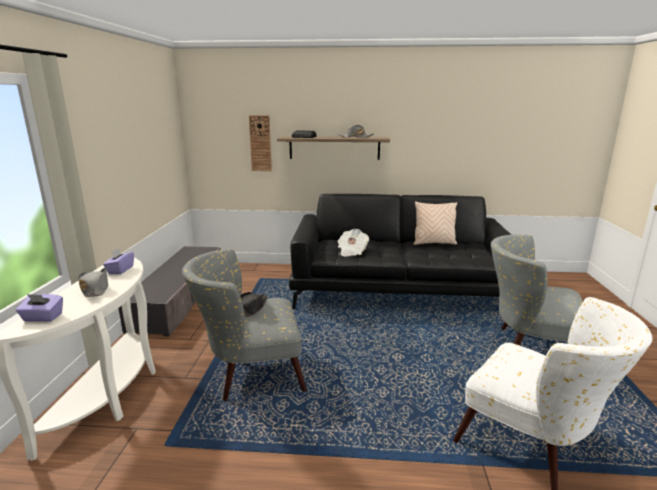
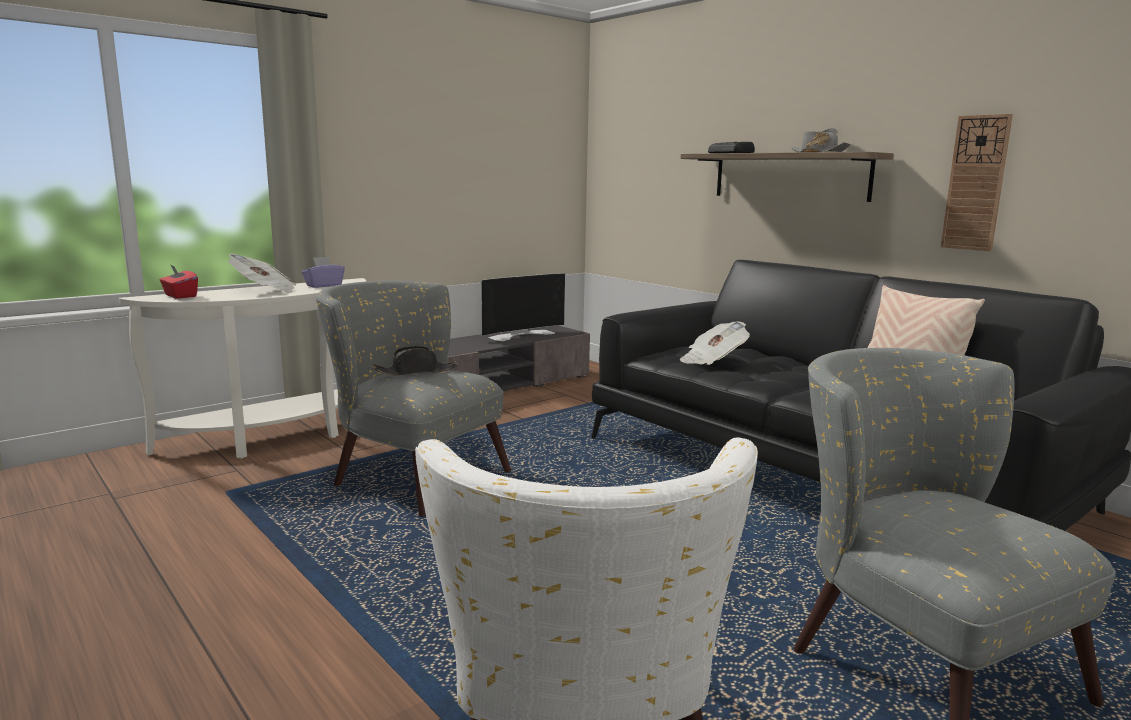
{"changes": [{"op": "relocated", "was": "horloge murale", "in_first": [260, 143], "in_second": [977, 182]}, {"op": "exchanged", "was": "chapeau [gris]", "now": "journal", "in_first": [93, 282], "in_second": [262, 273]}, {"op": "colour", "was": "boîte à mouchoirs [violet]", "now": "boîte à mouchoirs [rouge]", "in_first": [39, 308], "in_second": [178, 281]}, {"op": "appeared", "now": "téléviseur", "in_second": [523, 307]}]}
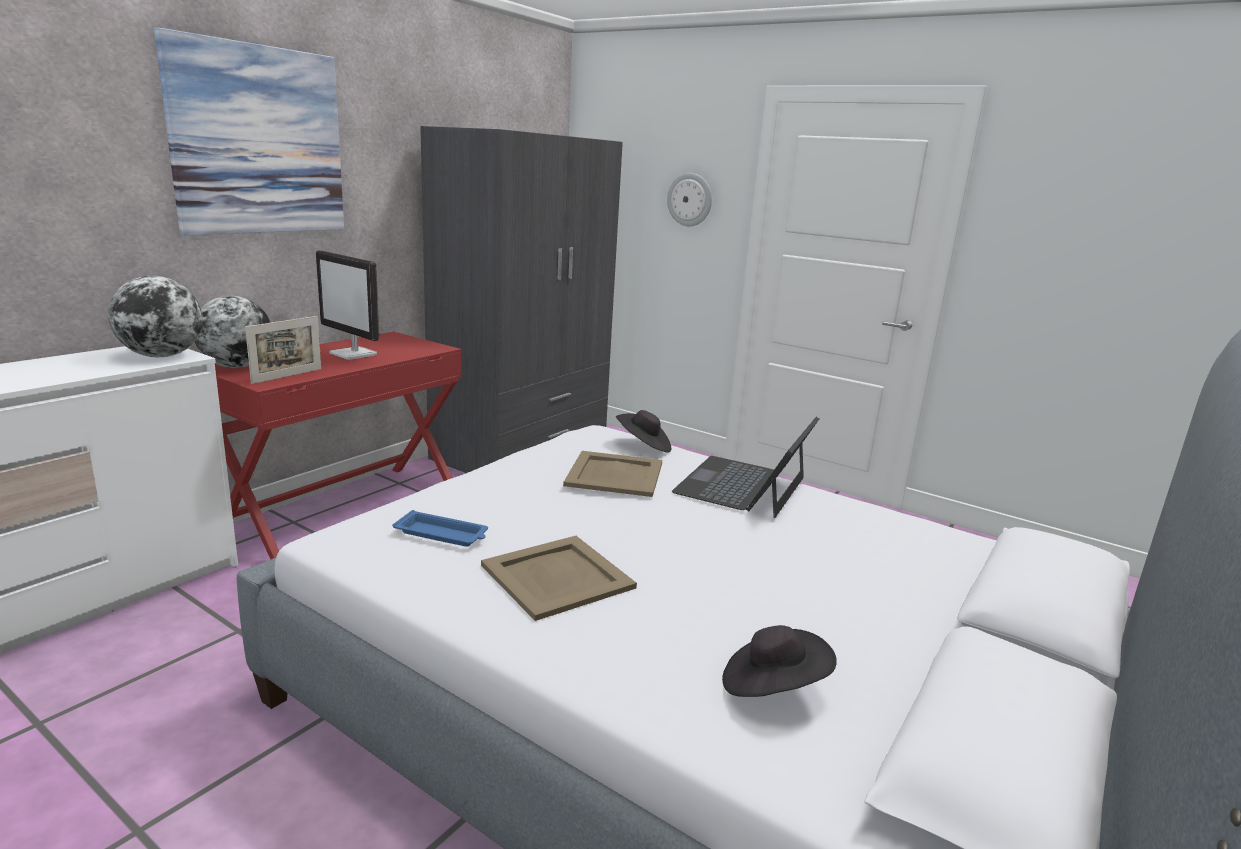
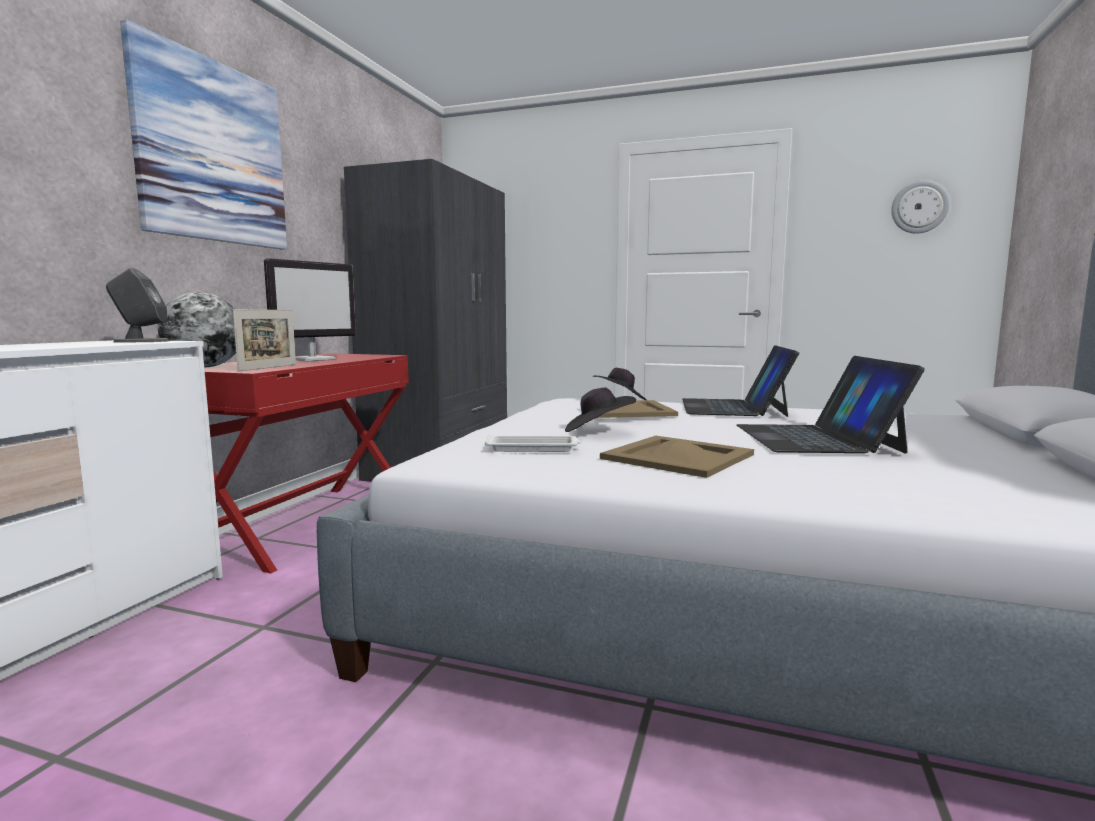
{"changes": [{"op": "relocated", "was": "horloge murale", "in_first": [689, 199], "in_second": [920, 207]}, {"op": "spun", "was": "écran d'ordinateur", "in_first": [347, 305], "in_second": [310, 310], "clockwise": -75}, {"op": "exchanged", "was": "globe", "now": "enceinte [gris]", "in_first": [155, 316], "in_second": [138, 305]}, {"op": "colour", "was": "plateau [bleu]", "now": "plateau [blanc]", "in_first": [440, 528], "in_second": [533, 443]}, {"op": "relocated", "was": "chapeau [noir]", "in_first": [779, 661], "in_second": [600, 409]}, {"op": "appeared", "now": "ordinateur portable", "in_second": [830, 404]}]}
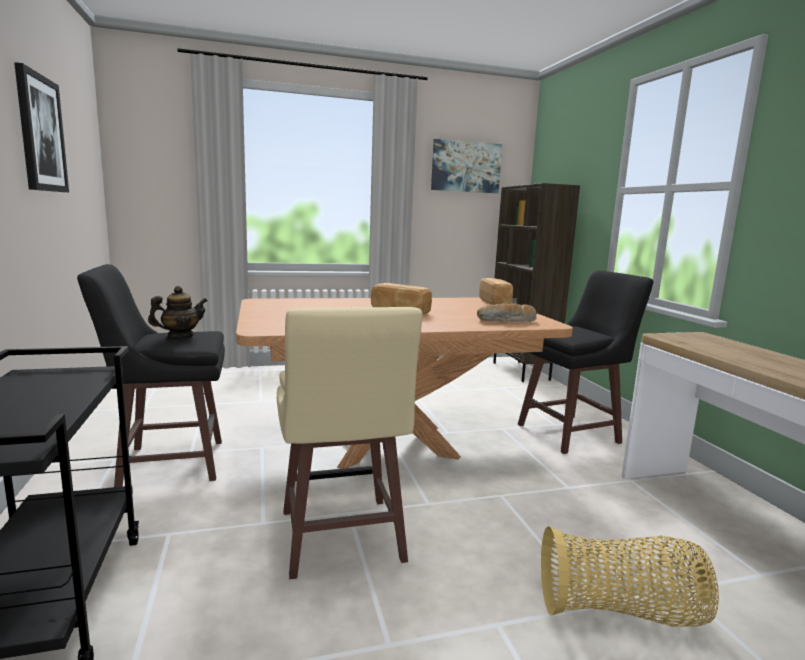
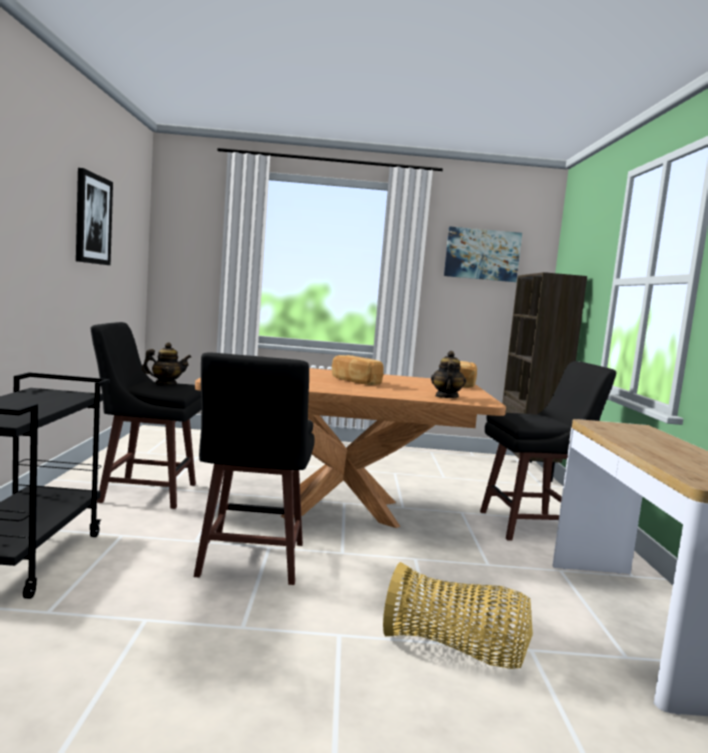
{"changes": [{"op": "exchanged", "was": "pain", "now": "théière", "in_first": [507, 312], "in_second": [448, 374]}, {"op": "colour", "was": "tabouret [beige]", "now": "tabouret [noir]", "in_first": [350, 443], "in_second": [254, 469]}]}
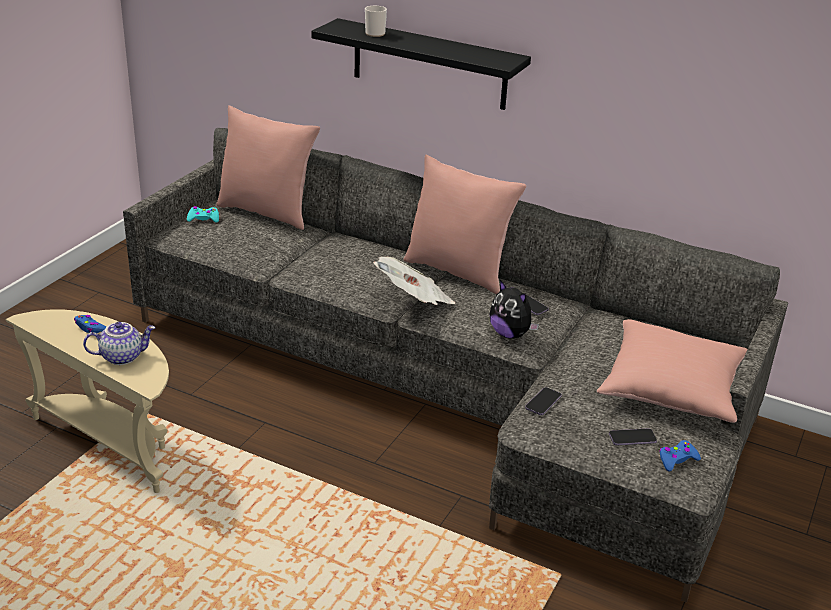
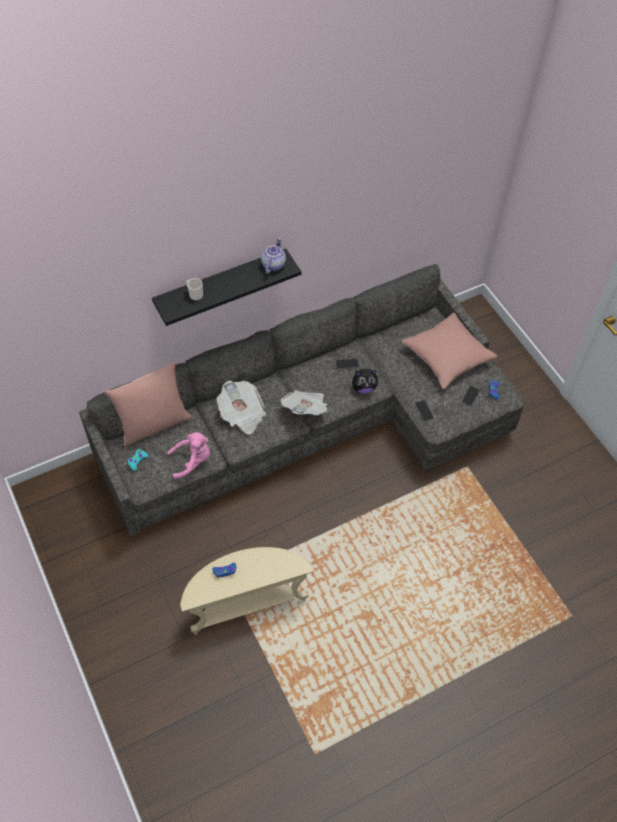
{"changes": [{"op": "missing", "was": "coussin [rose]", "in_first": [465, 224]}, {"op": "relocated", "was": "théière", "in_first": [119, 343], "in_second": [273, 256]}, {"op": "appeared", "now": "journal", "in_second": [241, 407]}, {"op": "appeared", "now": "peluche [rose]", "in_second": [188, 455]}]}
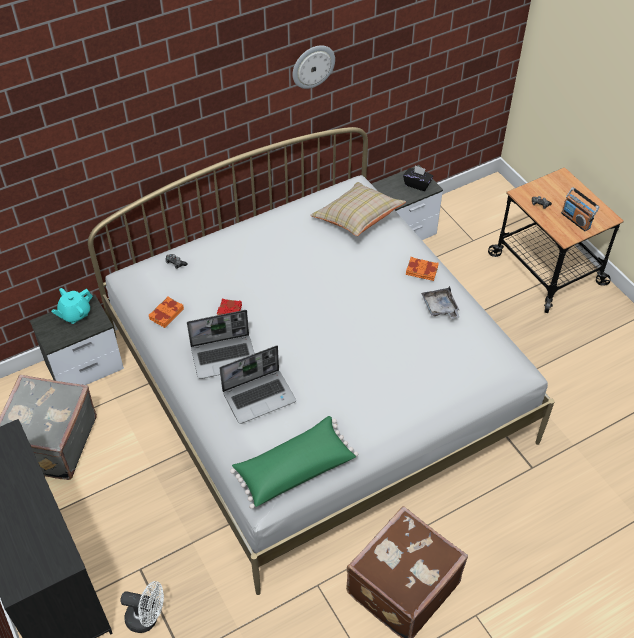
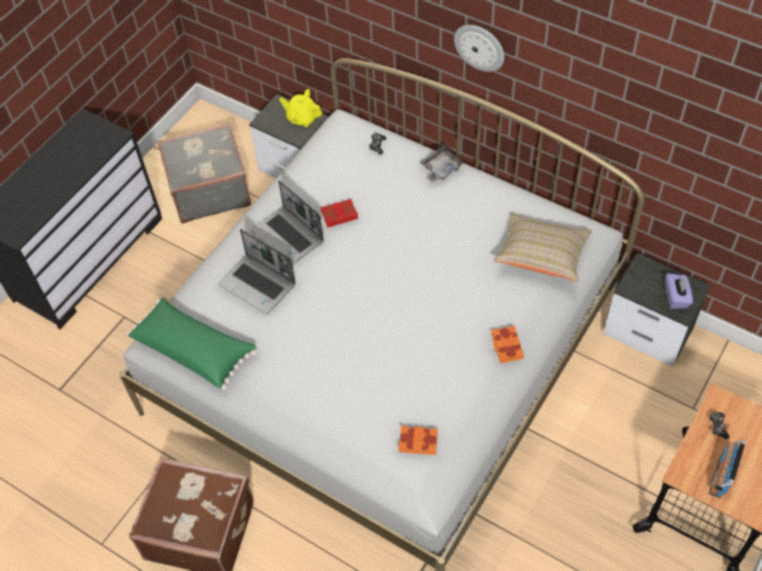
{"changes": [{"op": "relocated", "was": "horloge murale", "in_first": [313, 67], "in_second": [479, 48]}, {"op": "colour", "was": "boîte à mouchoirs [noir]", "now": "boîte à mouchoirs [violet]", "in_first": [418, 178], "in_second": [679, 291]}, {"op": "relocated", "was": "plateau [gris]", "in_first": [440, 302], "in_second": [442, 164]}, {"op": "colour", "was": "théière [turquoise]", "now": "théière [jaune]", "in_first": [72, 306], "in_second": [300, 108]}, {"op": "relocated", "was": "livre [orange]", "in_first": [166, 312], "in_second": [418, 440]}, {"op": "missing", "was": "ventilateur [blanc]", "in_first": [142, 607]}]}
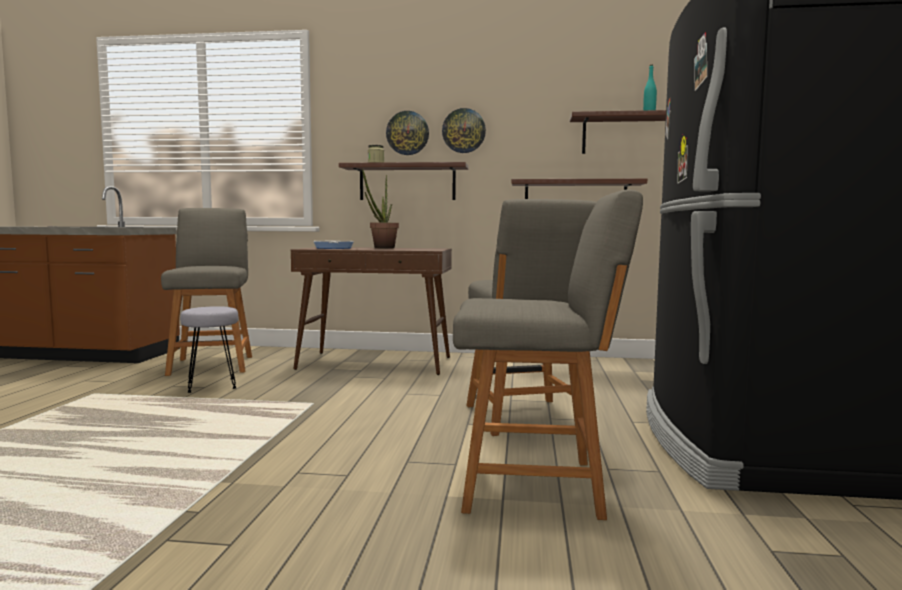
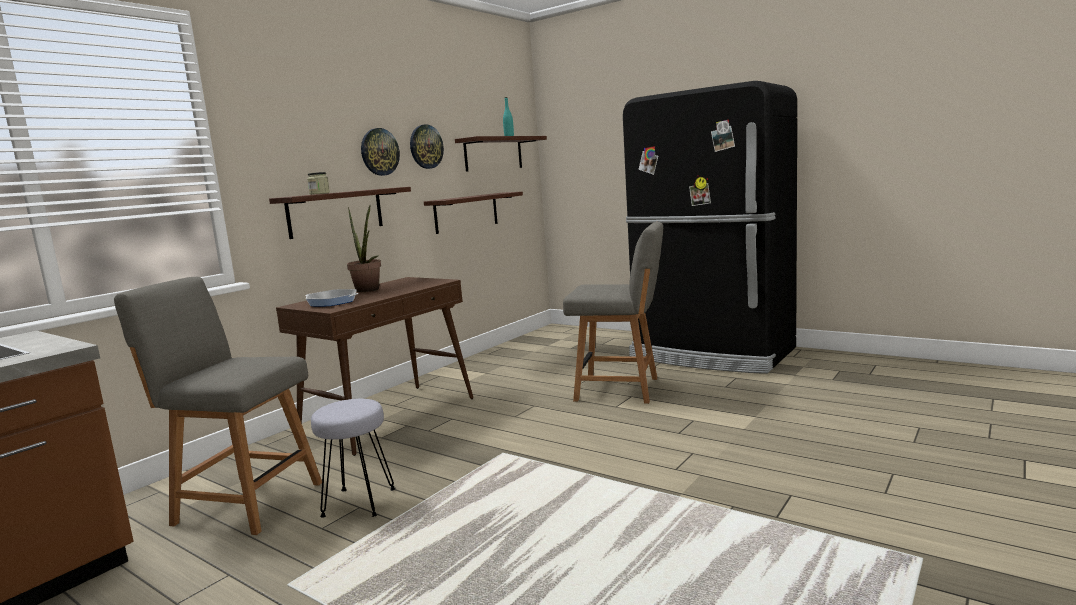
{"changes": [{"op": "relocated", "was": "horloge murale", "in_first": [407, 133], "in_second": [427, 146]}, {"op": "missing", "was": "chaise [gris]", "in_first": [548, 354]}]}
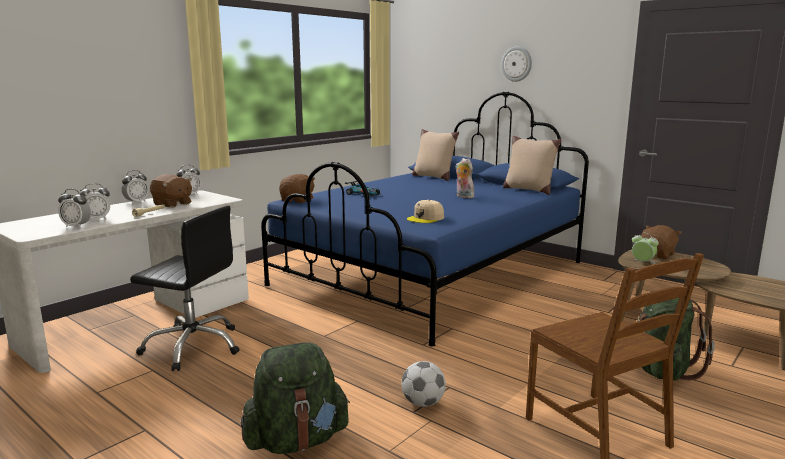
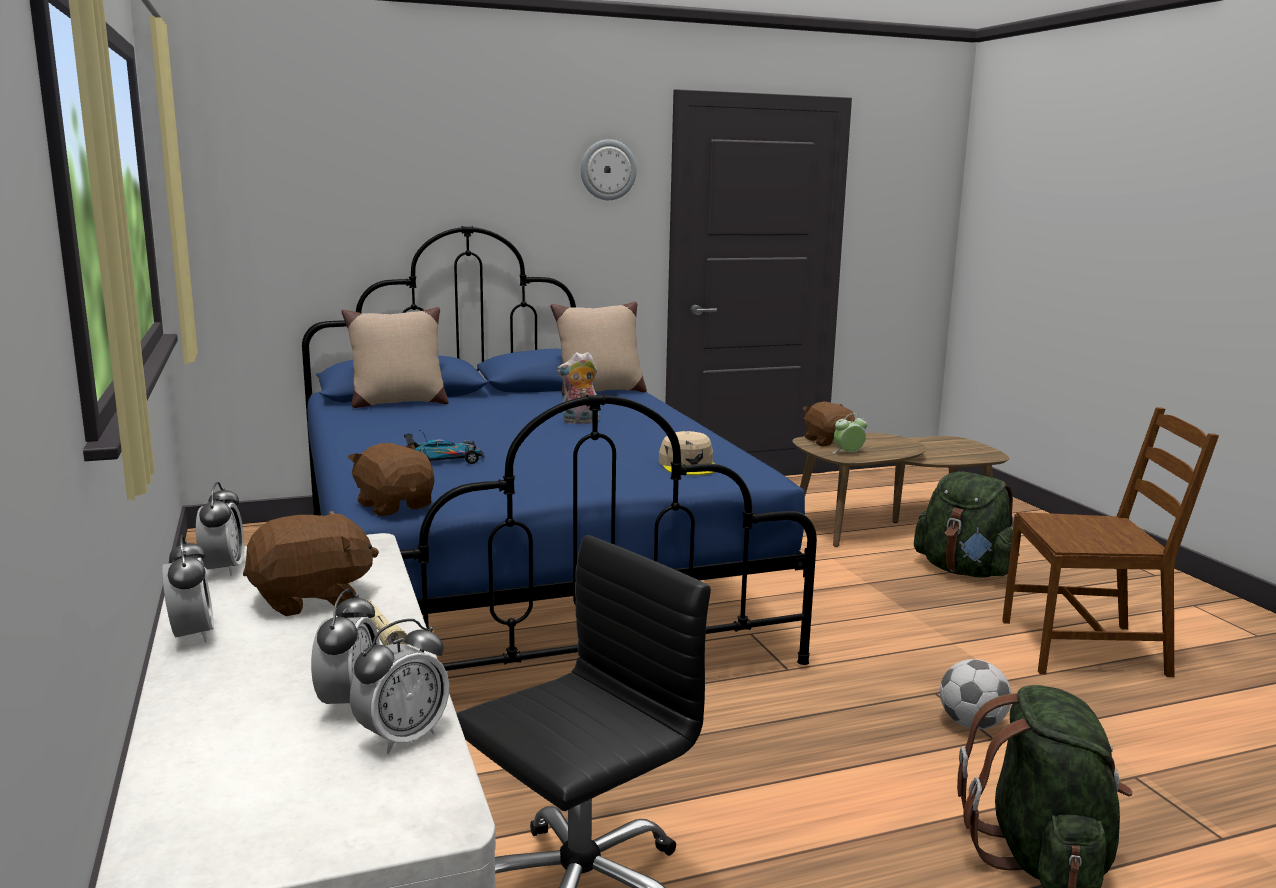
{"changes": [{"op": "relocated", "was": "horloge murale", "in_first": [516, 64], "in_second": [609, 169]}]}
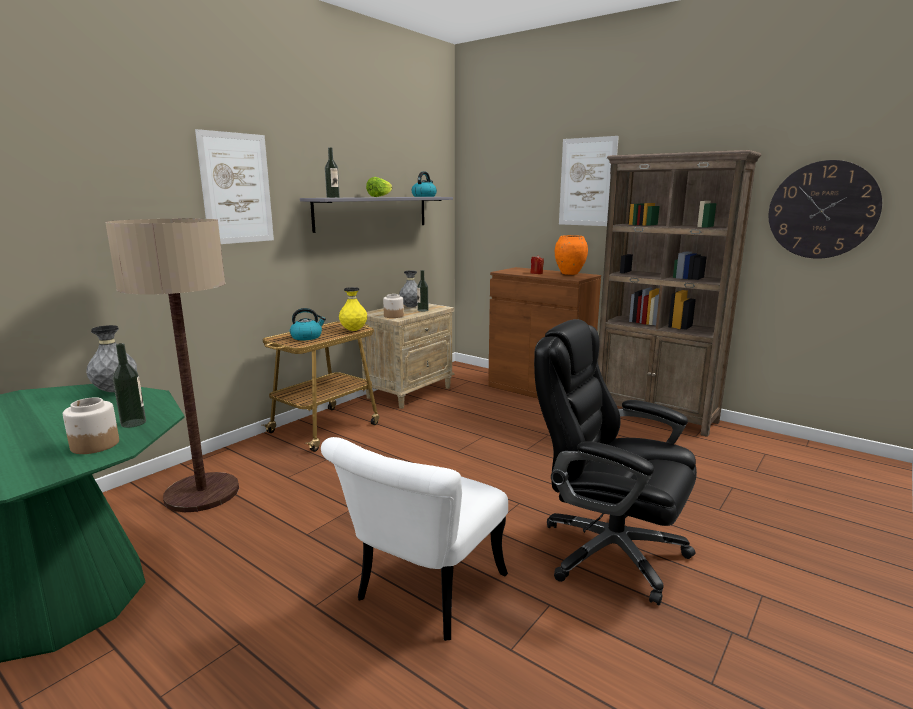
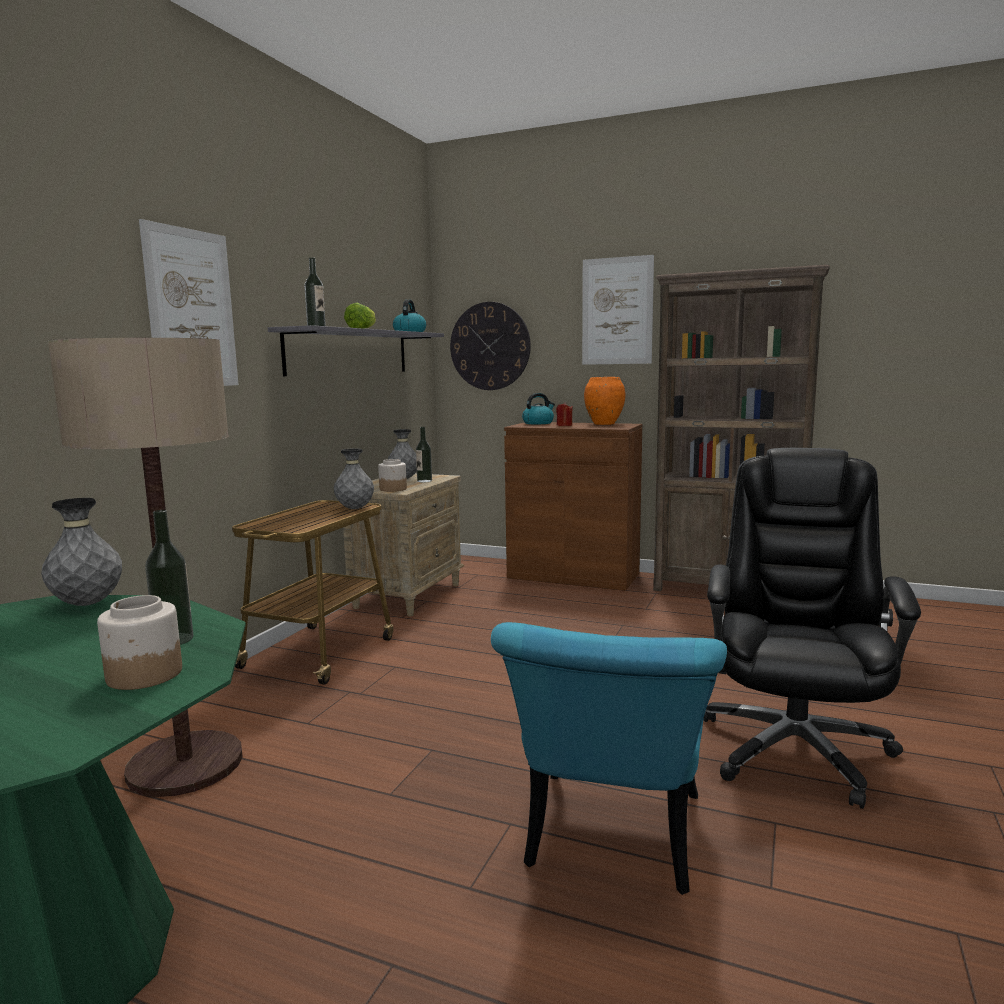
{"changes": [{"op": "relocated", "was": "horloge murale", "in_first": [825, 209], "in_second": [490, 346]}, {"op": "colour", "was": "vase [jaune]", "now": "vase [gris]", "in_first": [353, 309], "in_second": [354, 478]}, {"op": "relocated", "was": "bouilloire", "in_first": [308, 324], "in_second": [538, 408]}, {"op": "spun", "was": "chaise de bureau [noir]", "in_first": [615, 462], "in_second": [812, 628], "clockwise": 90}, {"op": "colour", "was": "chaise [blanc]", "now": "chaise [turquoise]", "in_first": [414, 539], "in_second": [609, 758]}]}
